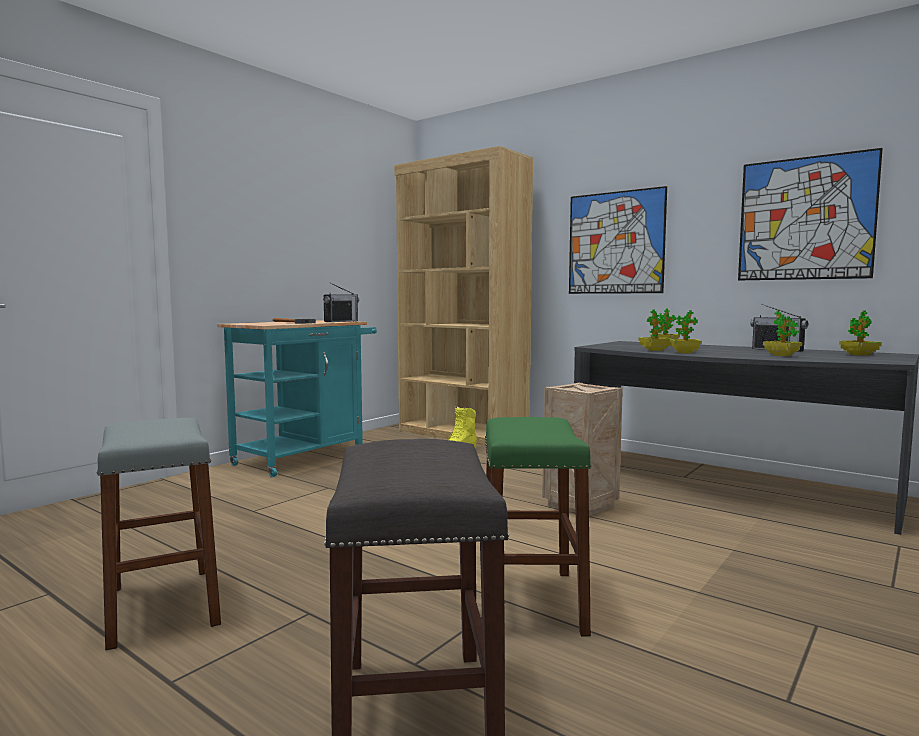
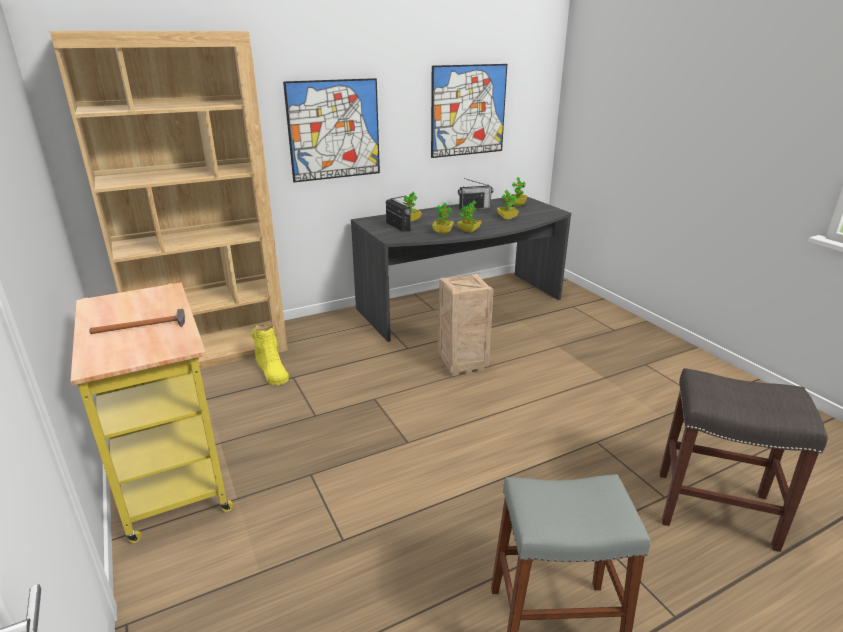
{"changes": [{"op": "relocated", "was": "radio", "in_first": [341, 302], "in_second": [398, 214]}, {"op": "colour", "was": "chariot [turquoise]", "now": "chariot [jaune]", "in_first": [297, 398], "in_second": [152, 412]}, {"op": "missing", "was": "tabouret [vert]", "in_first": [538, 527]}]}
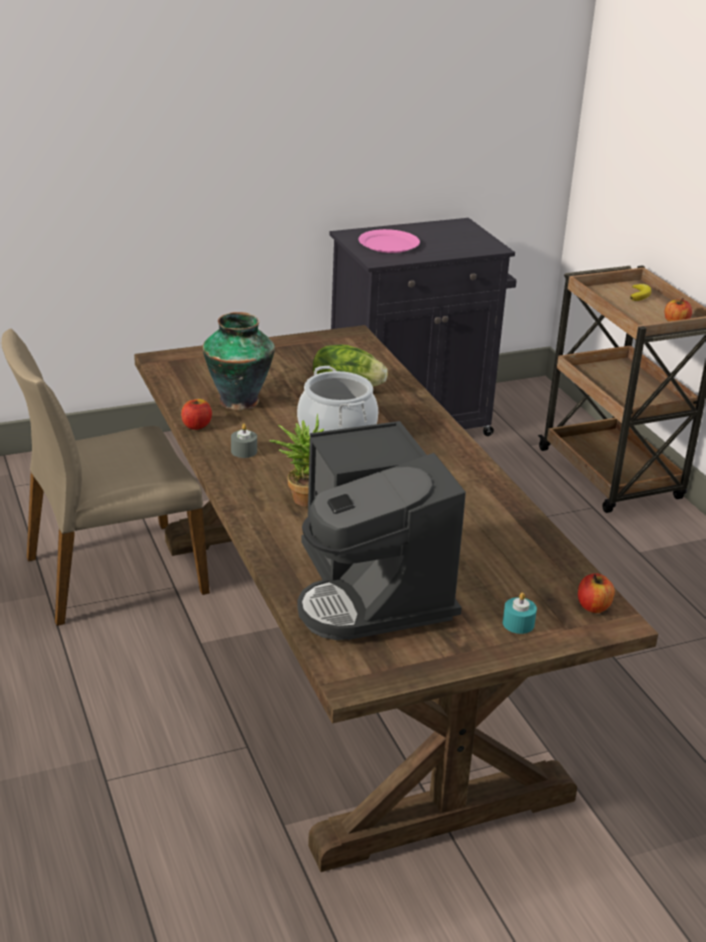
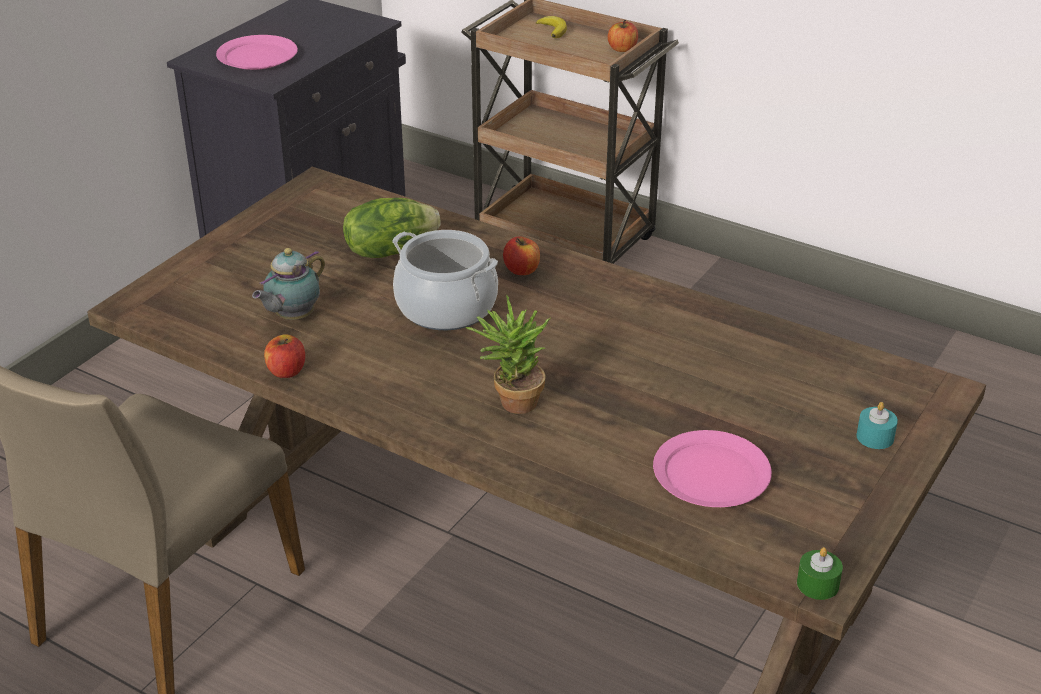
{"changes": [{"op": "exchanged", "was": "vase", "now": "théière", "in_first": [238, 361], "in_second": [288, 284]}, {"op": "exchanged", "was": "machine à café", "now": "assiette [rose]", "in_first": [381, 530], "in_second": [712, 468]}, {"op": "missing", "was": "bougie [gris]", "in_first": [244, 441]}, {"op": "relocated", "was": "pomme", "in_first": [596, 593], "in_second": [521, 255]}, {"op": "appeared", "now": "bougie [vert]", "in_second": [820, 573]}]}
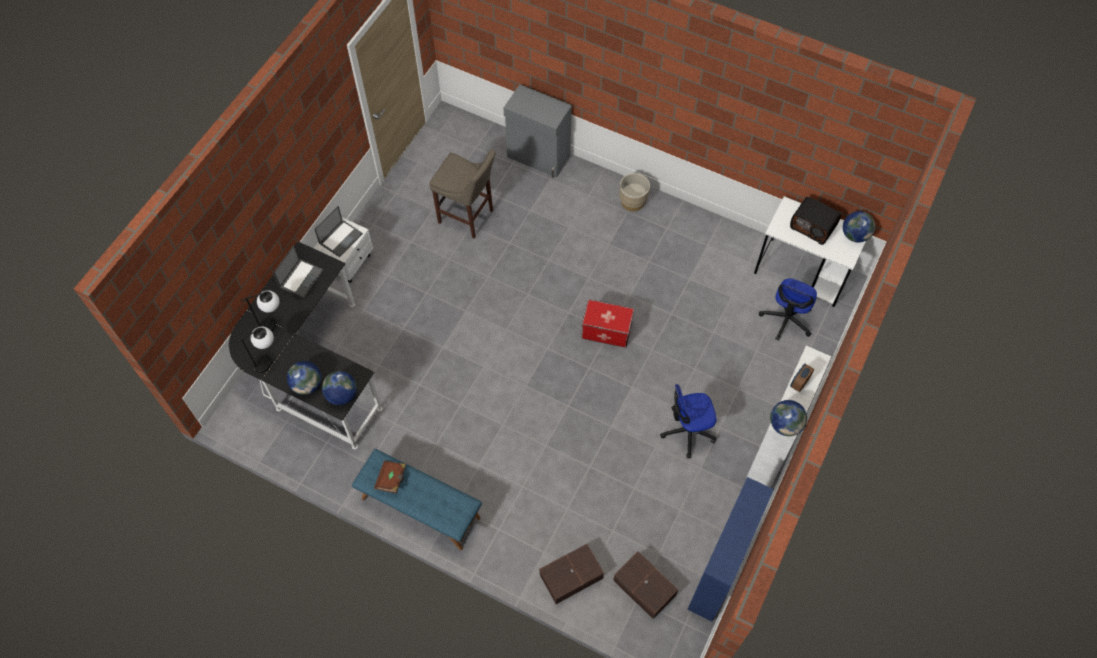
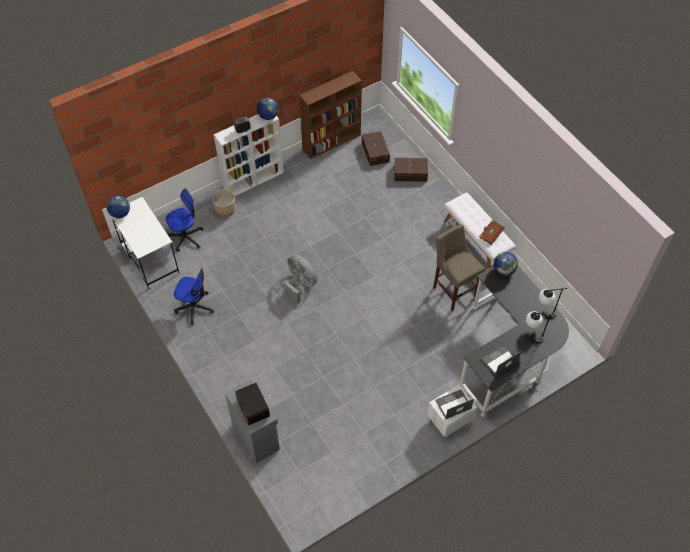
{"changes": [{"op": "relocated", "was": "tabouret [beige]", "in_first": [462, 194], "in_second": [459, 267]}, {"op": "relocated", "was": "cache-pot [beige]", "in_first": [634, 192], "in_second": [224, 203]}, {"op": "relocated", "was": "radio", "in_first": [815, 221], "in_second": [252, 404]}, {"op": "exchanged", "was": "boîte de rangement", "now": "ventilateur [gris]", "in_first": [607, 323], "in_second": [300, 279]}, {"op": "missing", "was": "globe", "in_first": [304, 378]}, {"op": "relocated", "was": "chaise de bureau", "in_first": [688, 421], "in_second": [194, 296]}, {"op": "colour", "was": "banc [bleu]", "now": "banc [blanc]", "in_first": [417, 499], "in_second": [480, 230]}, {"op": "colour", "was": "bibliothèque [bleu]", "now": "bibliothèque [marron]", "in_first": [730, 549], "in_second": [330, 115]}]}
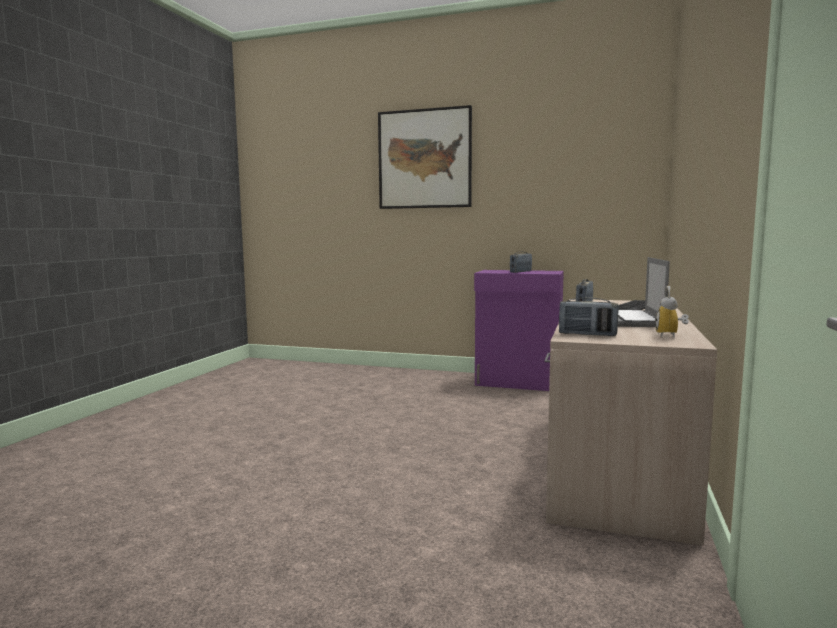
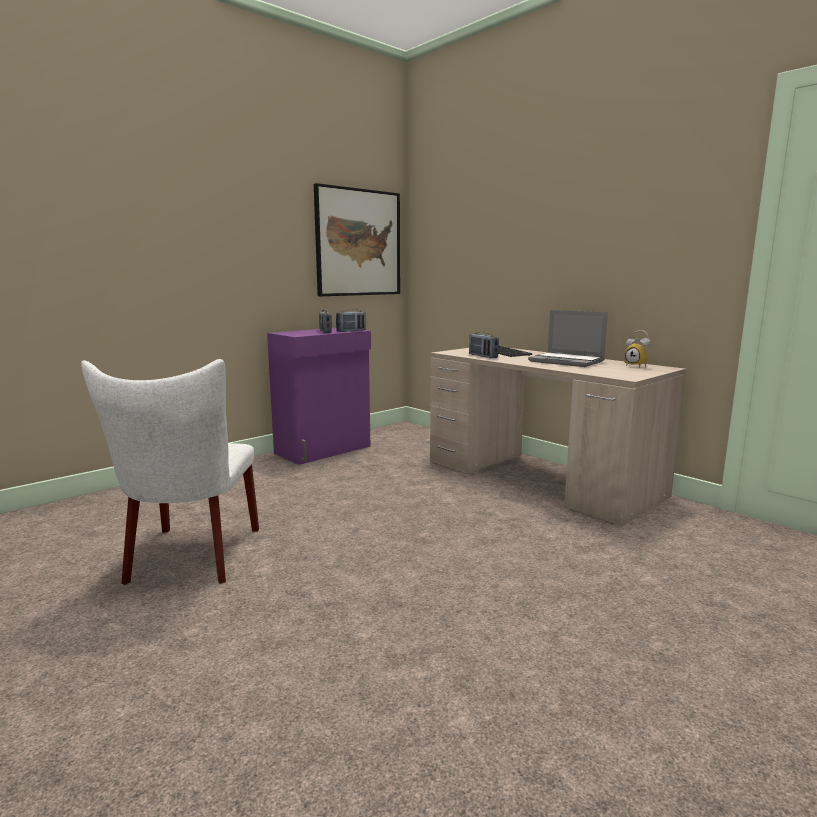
{"changes": [{"op": "relocated", "was": "tableau", "in_first": [425, 157], "in_second": [357, 239]}, {"op": "relocated", "was": "radio", "in_first": [589, 317], "in_second": [351, 320]}, {"op": "appeared", "now": "chaise [blanc]", "in_second": [170, 472]}]}
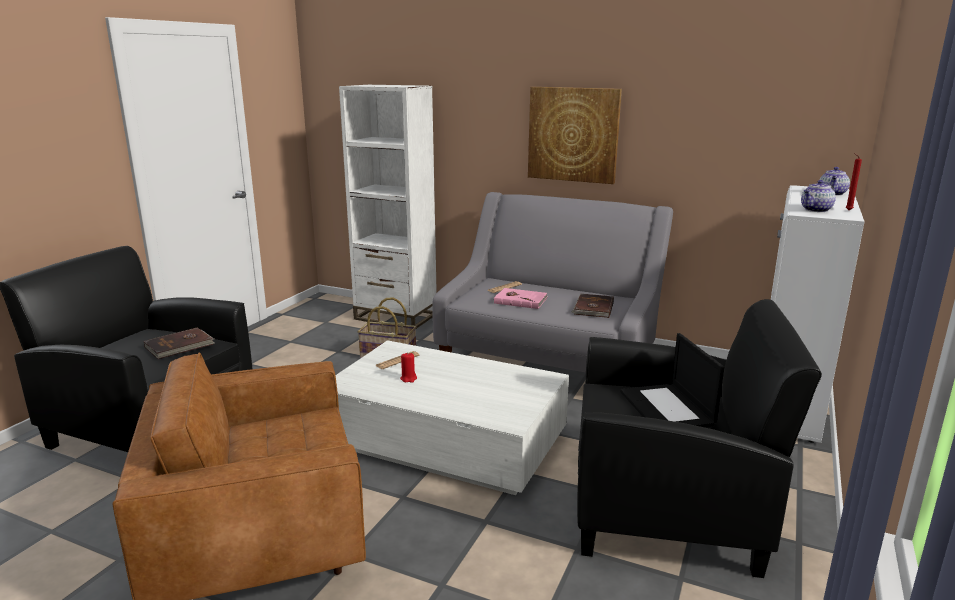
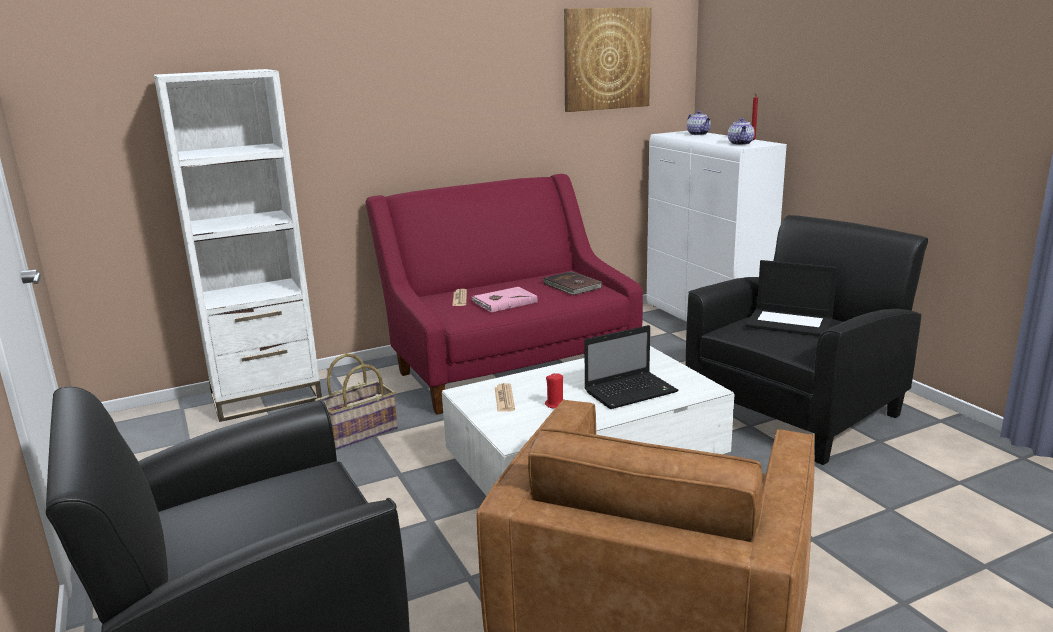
{"changes": [{"op": "relocated", "was": "tableau", "in_first": [575, 135], "in_second": [608, 59]}, {"op": "colour", "was": "canapé [gris]", "now": "canapé [rouge]", "in_first": [552, 282], "in_second": [504, 294]}, {"op": "missing", "was": "livre [marron]", "in_first": [179, 343]}, {"op": "appeared", "now": "ordinateur portable", "in_second": [631, 367]}]}
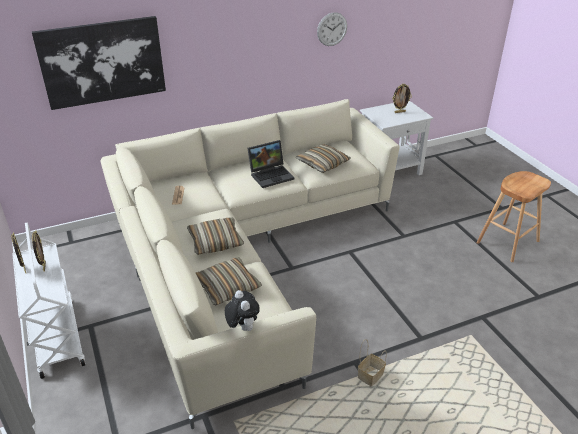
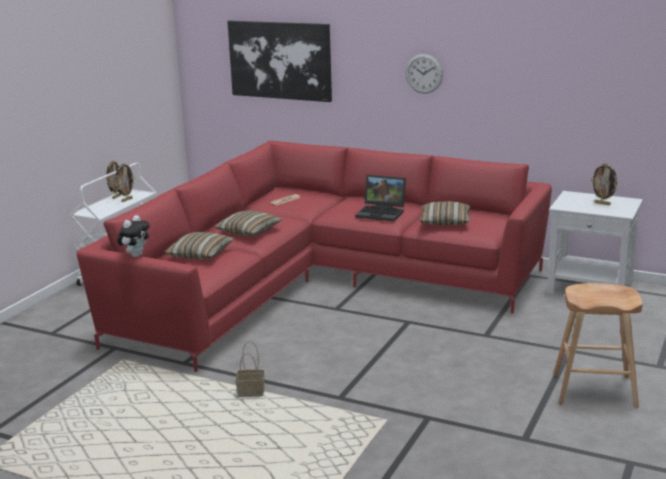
{"changes": [{"op": "relocated", "was": "horloge murale", "in_first": [332, 29], "in_second": [424, 74]}, {"op": "colour", "was": "canapé [beige]", "now": "canapé [rouge]", "in_first": [250, 264], "in_second": [314, 256]}]}
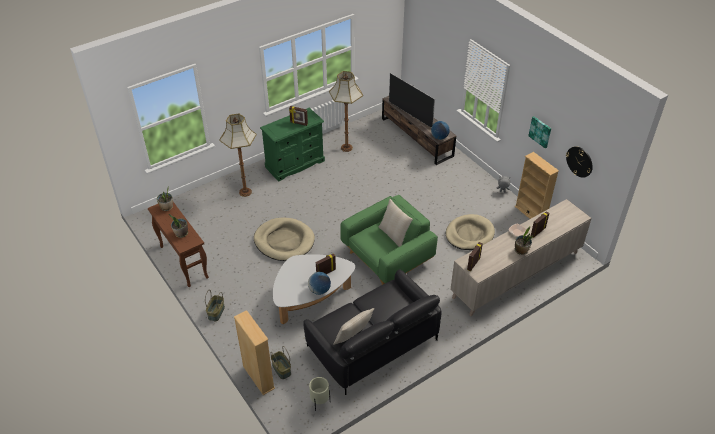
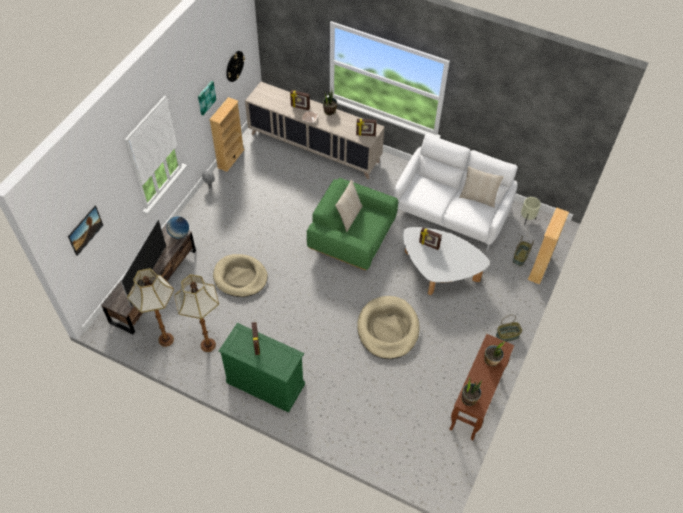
{"changes": [{"op": "relocated", "was": "lampadaire", "in_first": [237, 155], "in_second": [150, 307]}, {"op": "relocated", "was": "panier pour chien [beige]", "in_first": [470, 232], "in_second": [240, 275]}, {"op": "colour", "was": "canapé [noir]", "now": "canapé [blanc]", "in_first": [372, 332], "in_second": [456, 192]}, {"op": "missing", "was": "globe", "in_first": [319, 283]}, {"op": "appeared", "now": "tableau", "in_second": [85, 230]}]}
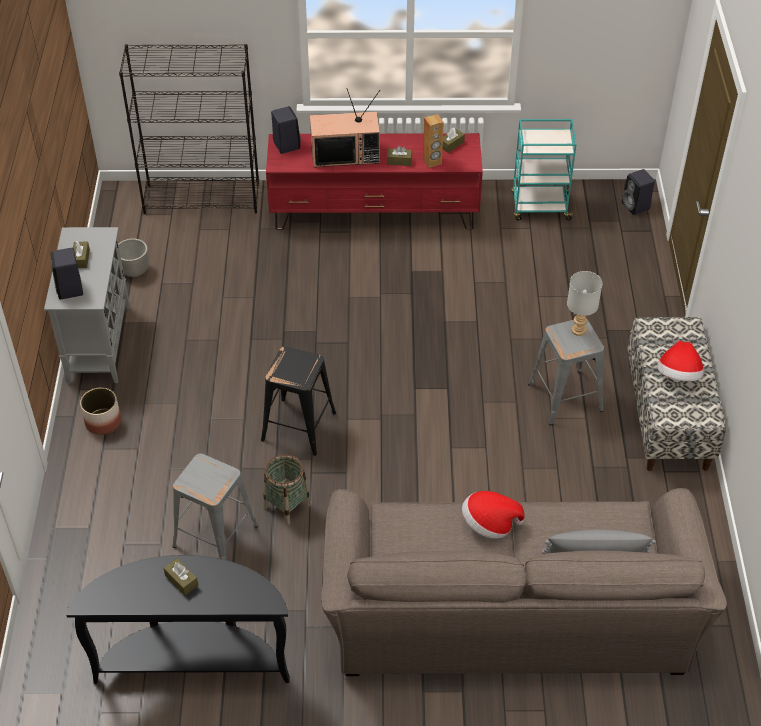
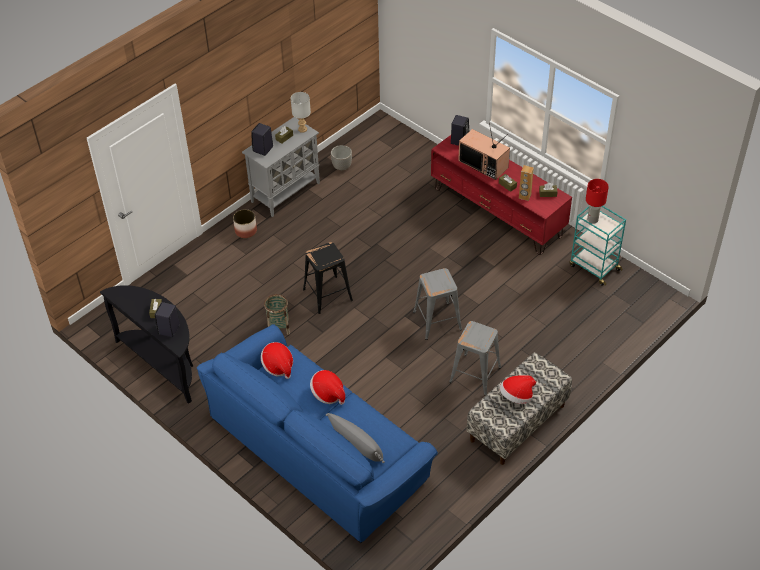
{"changes": [{"op": "missing", "was": "bibliothèque [noir]", "in_first": [189, 129]}, {"op": "relocated", "was": "enceinte [noir]", "in_first": [638, 192], "in_second": [167, 319]}, {"op": "relocated", "was": "lampe de table [gris]", "in_first": [584, 303], "in_second": [301, 112]}, {"op": "relocated", "was": "tabouret [gris]", "in_first": [215, 507], "in_second": [437, 304]}, {"op": "colour", "was": "canapé [marron]", "now": "canapé [bleu]", "in_first": [524, 582], "in_second": [317, 433]}, {"op": "appeared", "now": "lampe de table [rouge]", "in_second": [597, 201]}, {"op": "appeared", "now": "chapeau", "in_second": [277, 360]}]}
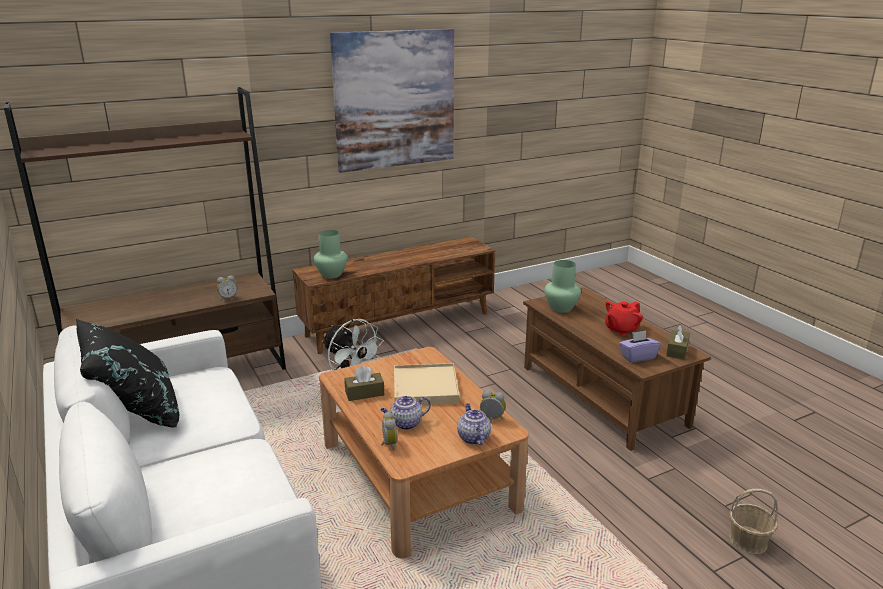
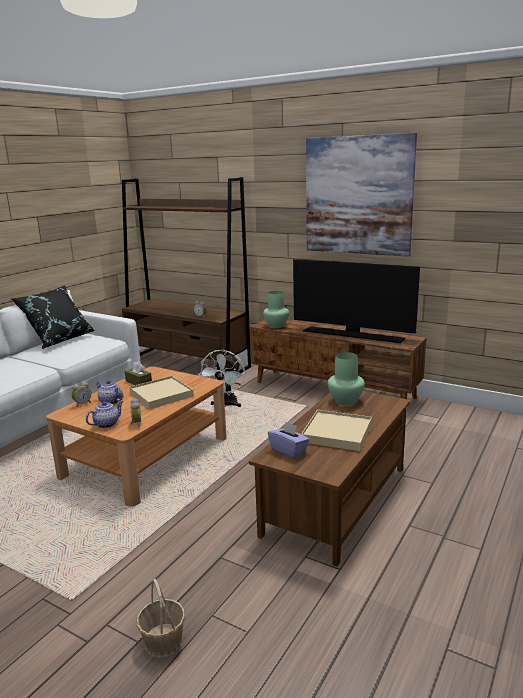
{"changes": [{"op": "exchanged", "was": "théière [rouge]", "now": "plateau [beige]", "in_first": [624, 318], "in_second": [336, 430]}, {"op": "missing", "was": "boîte à mouchoirs [marron]", "in_first": [678, 342]}, {"op": "appeared", "now": "téléviseur", "in_second": [356, 301]}]}
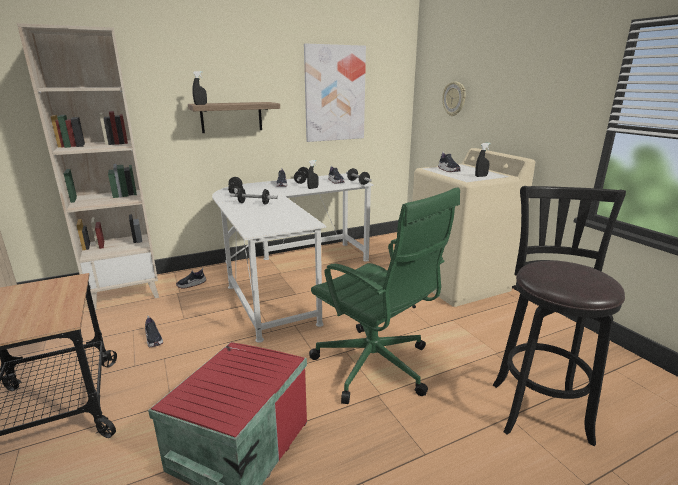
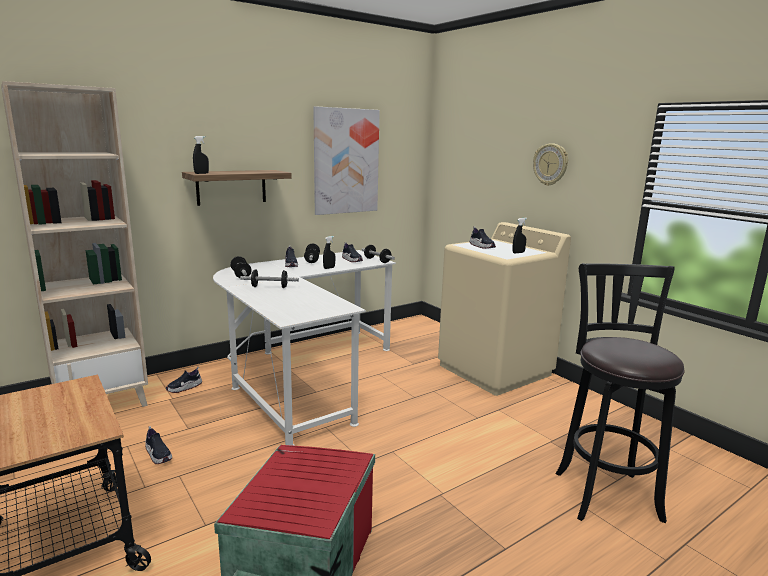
{"changes": [{"op": "relocated", "was": "horloge murale", "in_first": [454, 98], "in_second": [550, 164]}, {"op": "missing", "was": "chaise de bureau [vert]", "in_first": [384, 295]}]}
